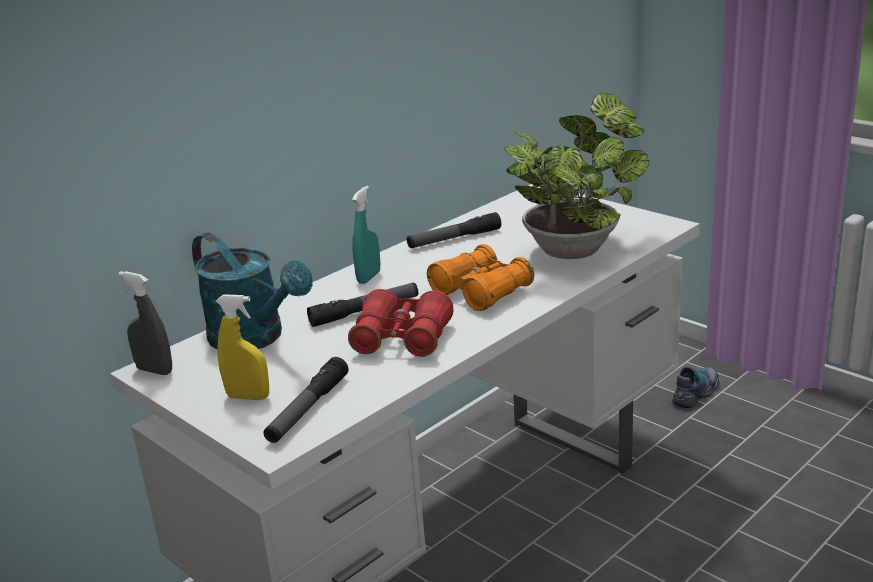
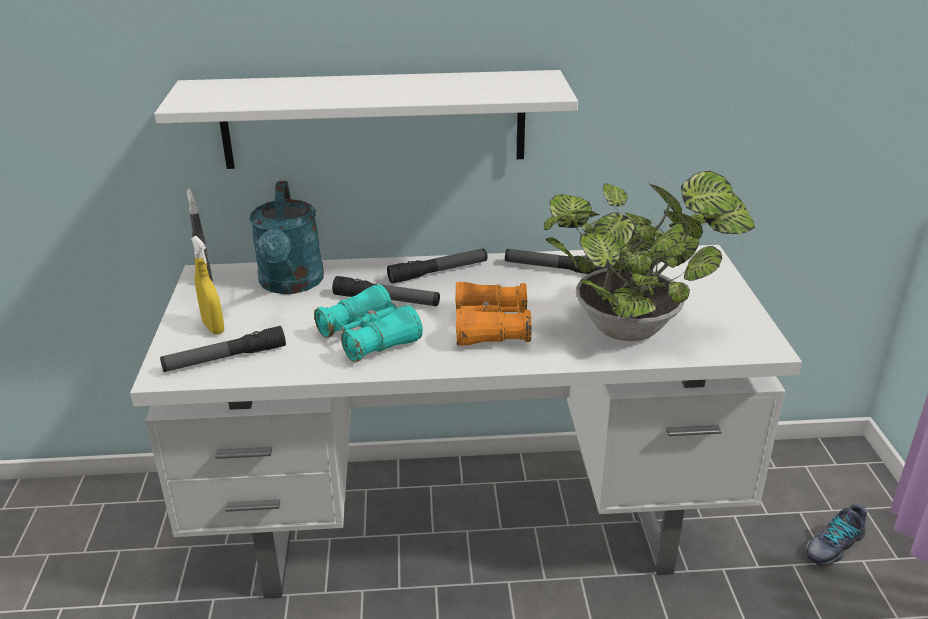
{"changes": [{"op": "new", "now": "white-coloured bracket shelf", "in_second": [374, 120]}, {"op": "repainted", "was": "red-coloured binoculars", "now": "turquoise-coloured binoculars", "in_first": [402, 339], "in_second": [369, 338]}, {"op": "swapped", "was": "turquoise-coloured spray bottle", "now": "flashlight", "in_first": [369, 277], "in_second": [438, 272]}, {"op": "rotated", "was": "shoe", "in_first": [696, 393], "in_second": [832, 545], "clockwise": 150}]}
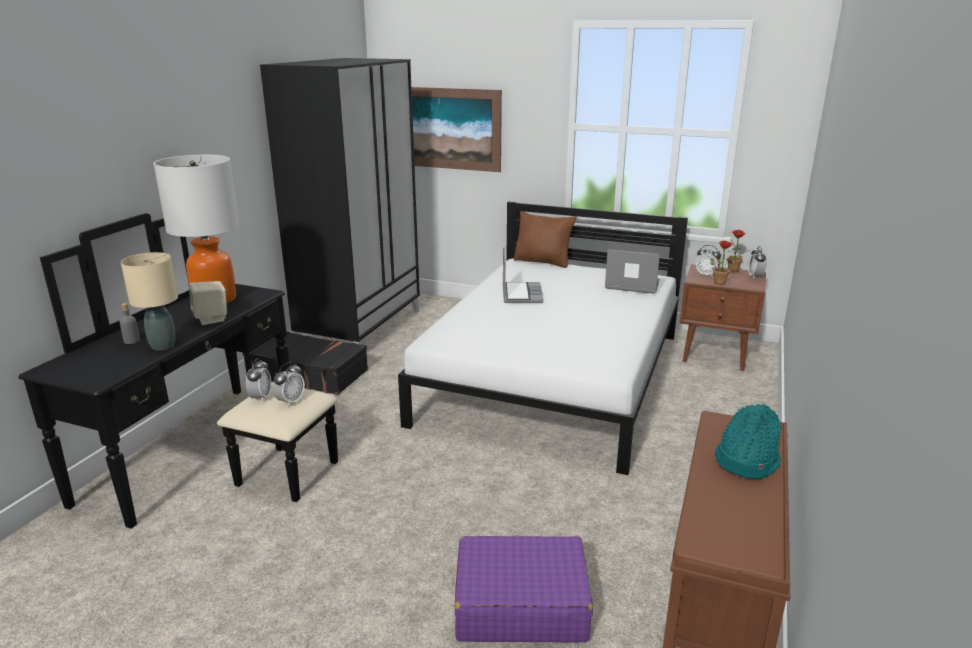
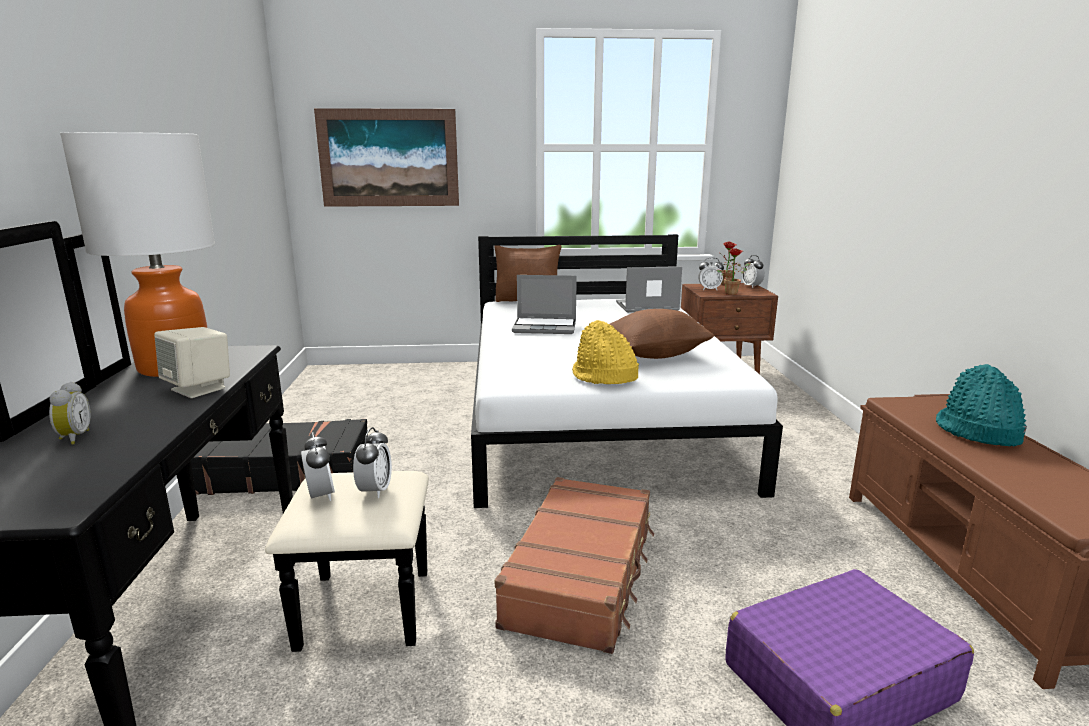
{"changes": [{"op": "swapped", "was": "greyish drink bottle", "now": "bedside clock", "in_first": [132, 341], "in_second": [73, 438]}, {"op": "new", "now": "brown suitcase", "in_second": [582, 575]}, {"op": "rotated", "was": "laptop", "in_first": [521, 293], "in_second": [545, 327], "clockwise": 120}, {"op": "new", "now": "yellow clothing hat", "in_second": [603, 376]}, {"op": "new", "now": "brown pillow", "in_second": [654, 355]}, {"op": "gone", "was": "sand-coloured lamp for a table", "in_first": [163, 345]}, {"op": "gone", "was": "blackish clothes cupboard", "in_first": [360, 328]}]}
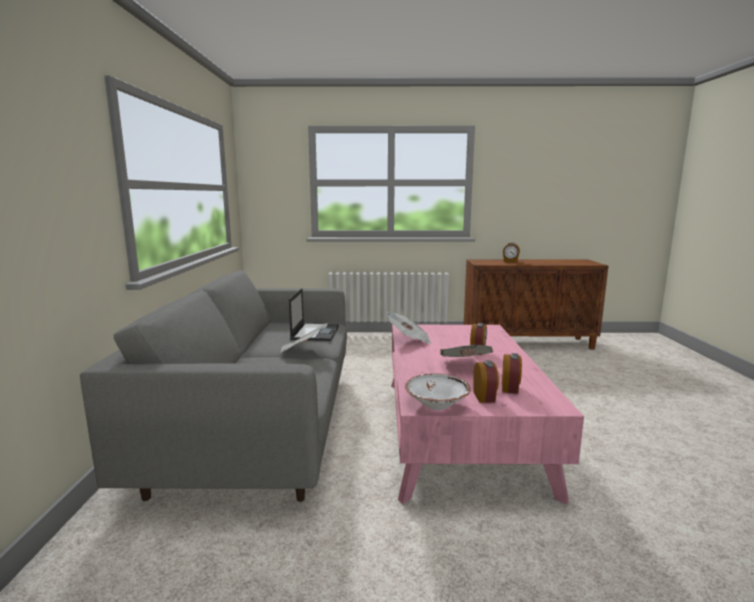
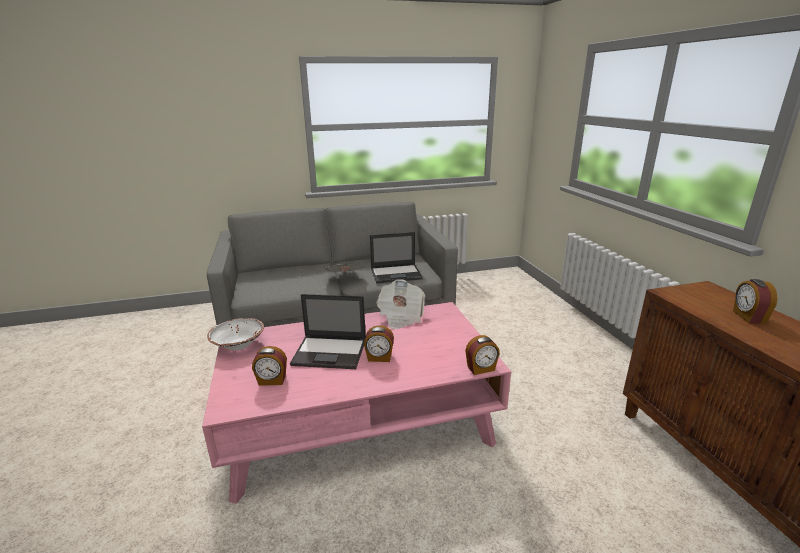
{"changes": [{"op": "swapped", "was": "printed paper", "now": "laptop", "in_first": [465, 366], "in_second": [331, 352]}, {"op": "shifted", "was": "bedside clock", "in_first": [484, 397], "in_second": [481, 369]}]}
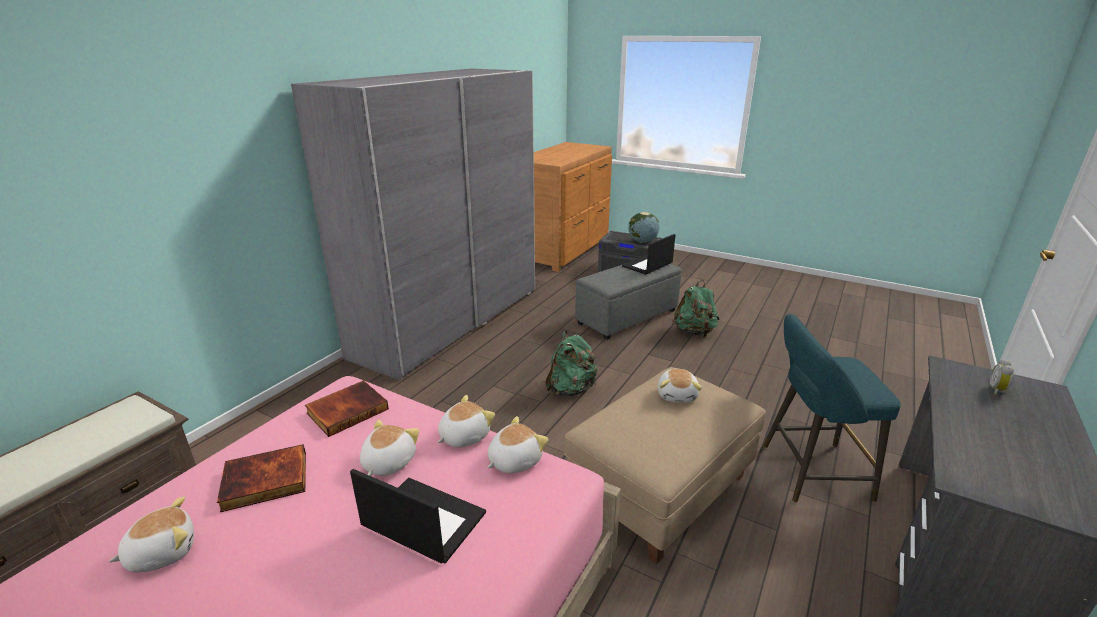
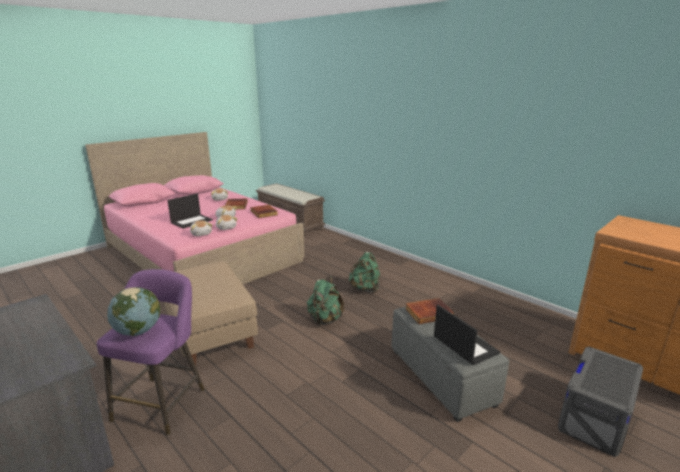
{"changes": [{"op": "repainted", "was": "turquoise-coloured stool", "now": "purplish stool", "in_first": [809, 472], "in_second": [162, 401]}, {"op": "shifted", "was": "globe", "in_first": [642, 242], "in_second": [138, 331]}, {"op": "shifted", "was": "green backpack", "in_first": [694, 332], "in_second": [365, 289]}, {"op": "new", "now": "volume", "in_second": [428, 312]}, {"op": "gone", "was": "greyish clothes cupboard", "in_first": [449, 321]}, {"op": "gone", "was": "cuddly toy", "in_first": [677, 395]}, {"op": "gone", "was": "bedside clock", "in_first": [997, 390]}]}
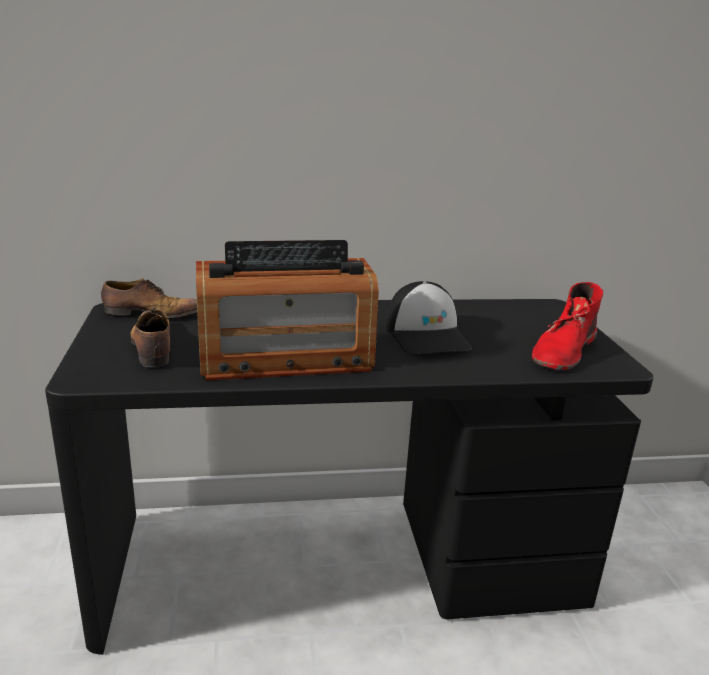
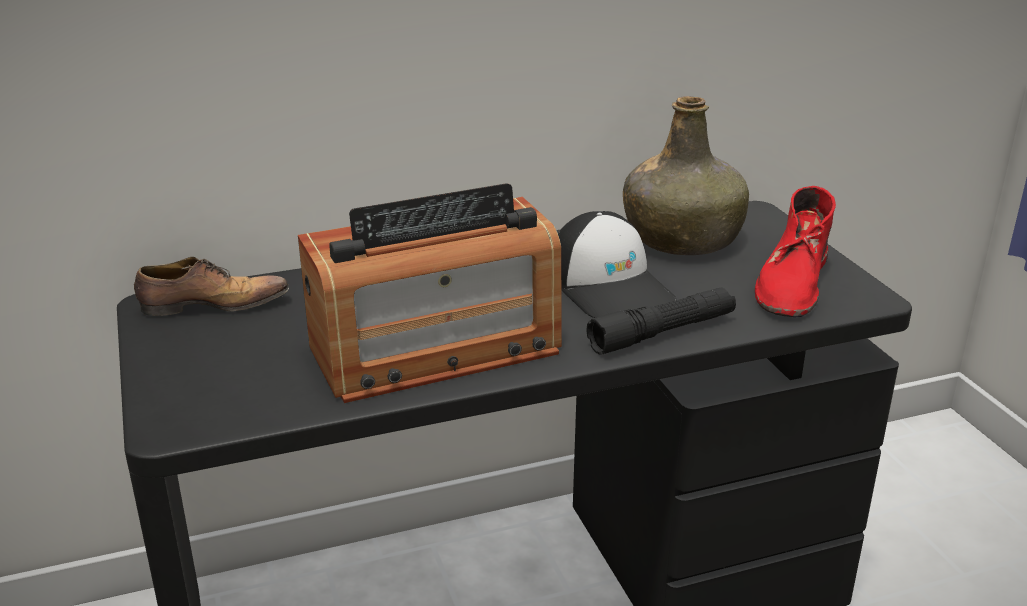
{"changes": [{"op": "new", "now": "blackish flashlight", "in_second": [662, 333]}, {"op": "new", "now": "green drink bottle", "in_second": [682, 239]}, {"op": "gone", "was": "shoe", "in_first": [152, 346]}]}
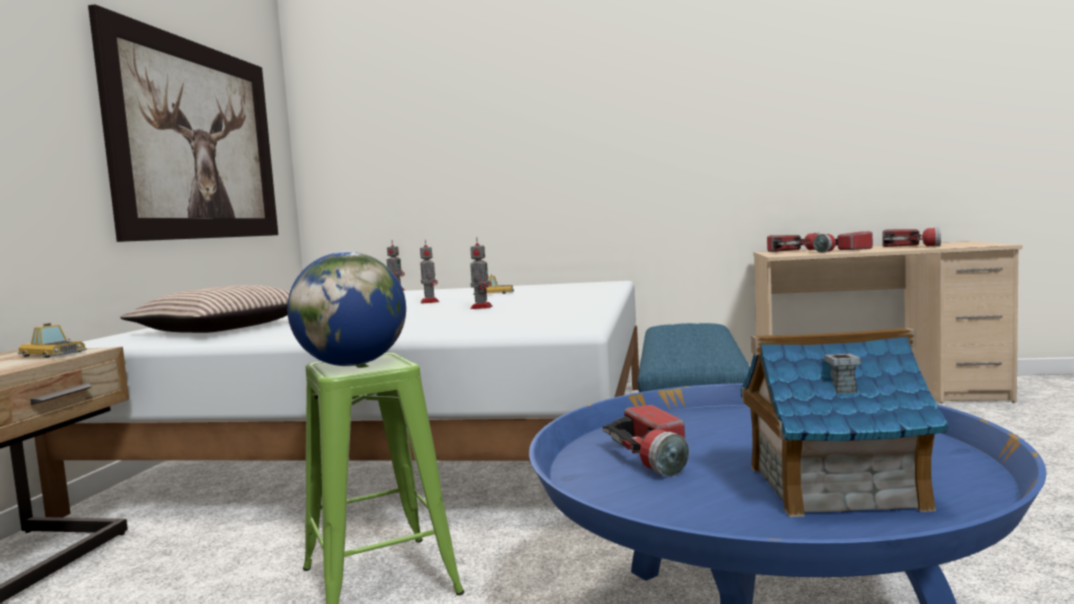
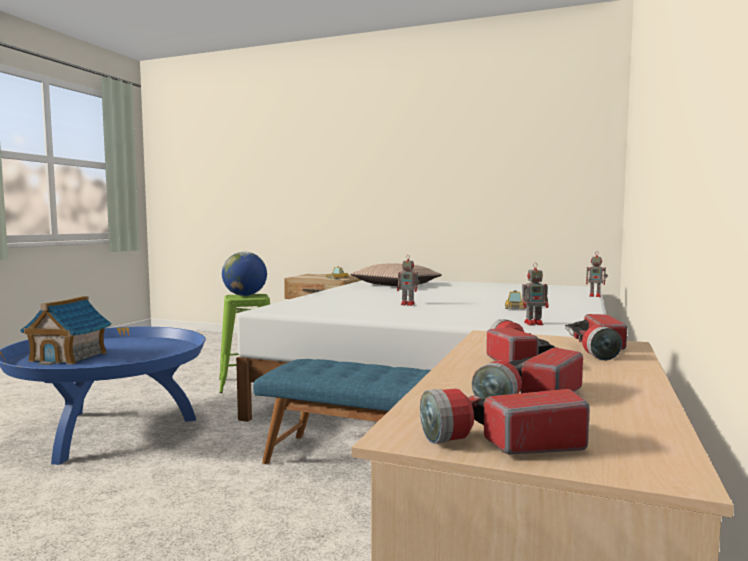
{"changes": [{"op": "shifted", "was": "flashlight", "in_first": [652, 458], "in_second": [501, 442]}, {"op": "shifted", "was": "toy robot", "in_first": [429, 302], "in_second": [534, 323]}, {"op": "gone", "was": "picture", "in_first": [197, 141]}]}
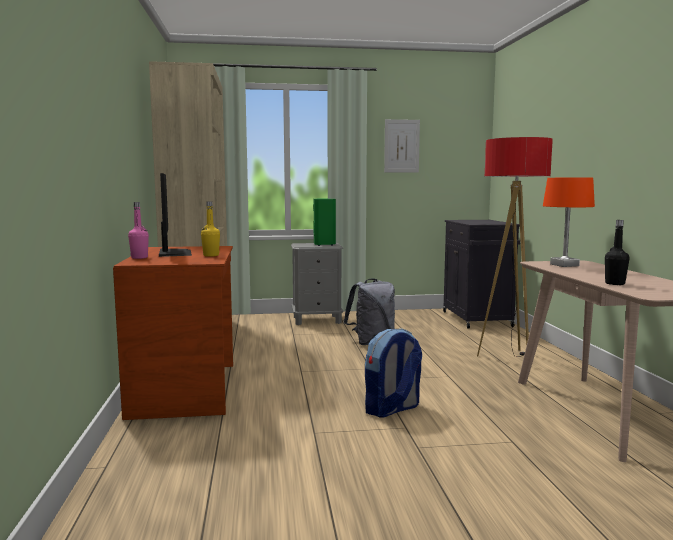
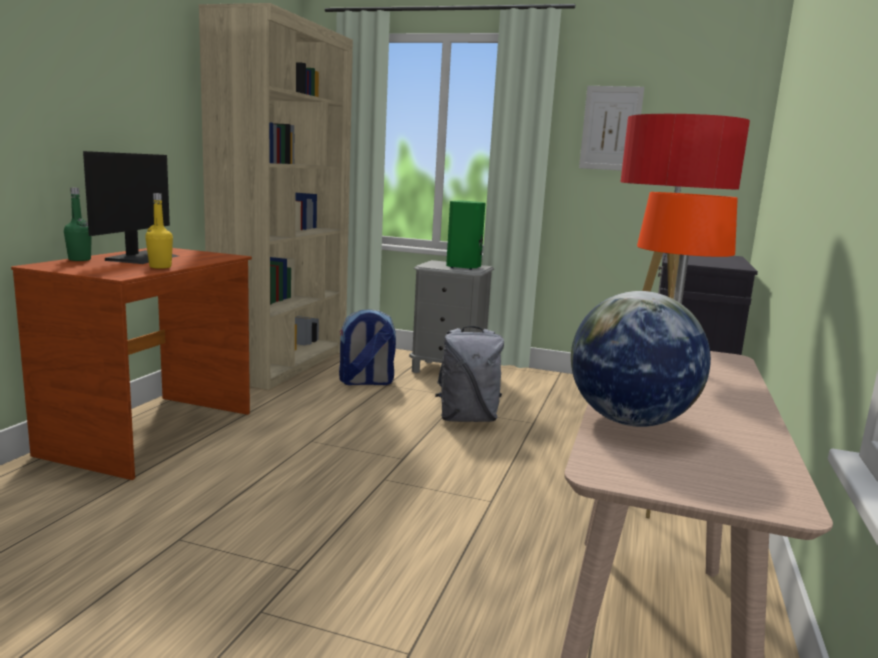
{"changes": [{"op": "repainted", "was": "pink drink bottle", "now": "green drink bottle", "in_first": [139, 257], "in_second": [79, 259]}, {"op": "shifted", "was": "backpack", "in_first": [392, 409], "in_second": [366, 382]}, {"op": "swapped", "was": "blackish drink bottle", "now": "globe", "in_first": [615, 283], "in_second": [629, 421]}]}
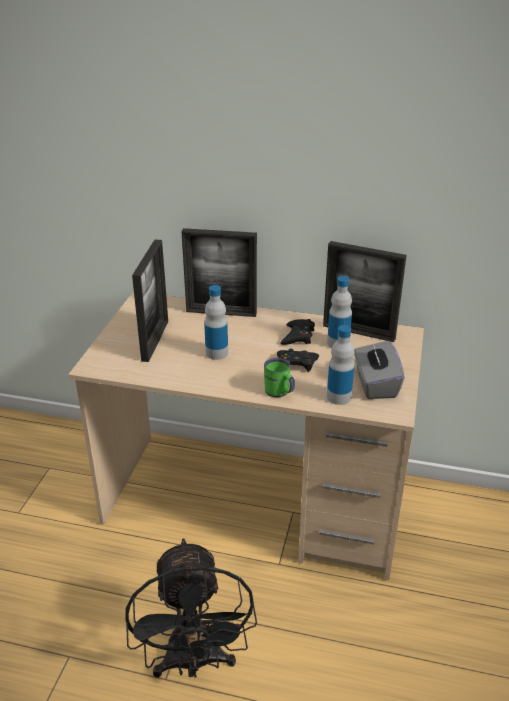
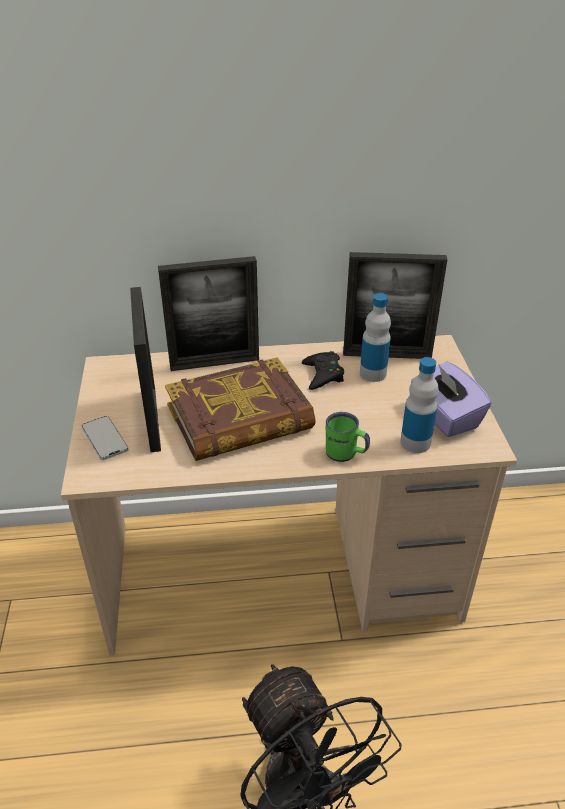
{"changes": [{"op": "new", "now": "telephone", "in_second": [104, 439]}, {"op": "swapped", "was": "drink bottle", "now": "volume", "in_first": [217, 353], "in_second": [240, 418]}, {"op": "repainted", "was": "greyish tissue box", "now": "purplish tissue box", "in_first": [375, 384], "in_second": [444, 417]}, {"op": "gone", "was": "blackish joypad", "in_first": [296, 363]}]}
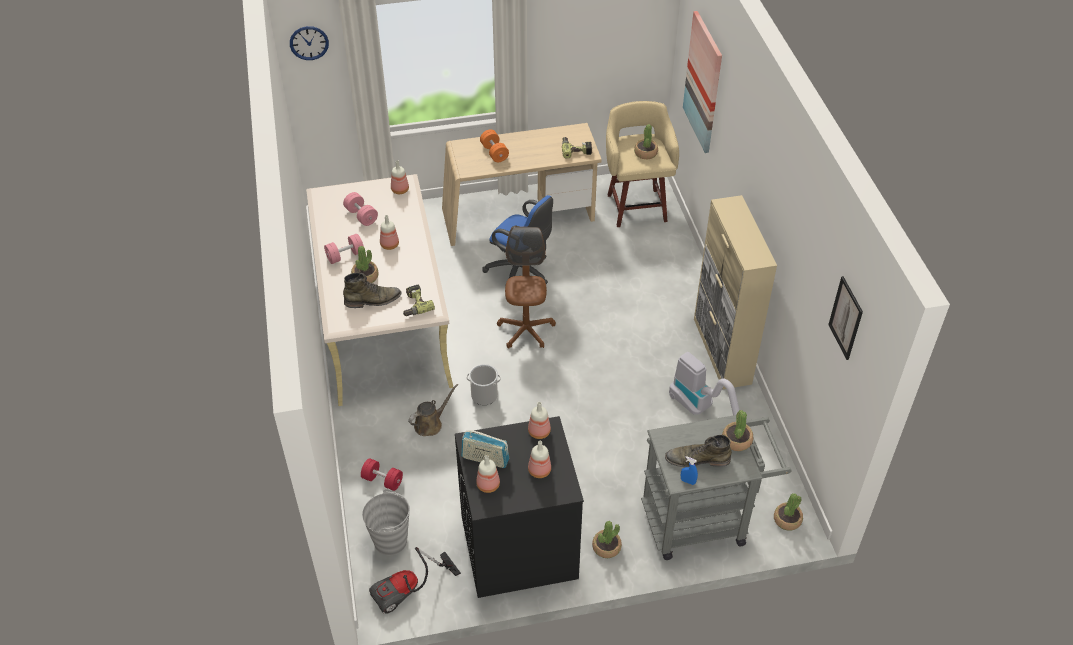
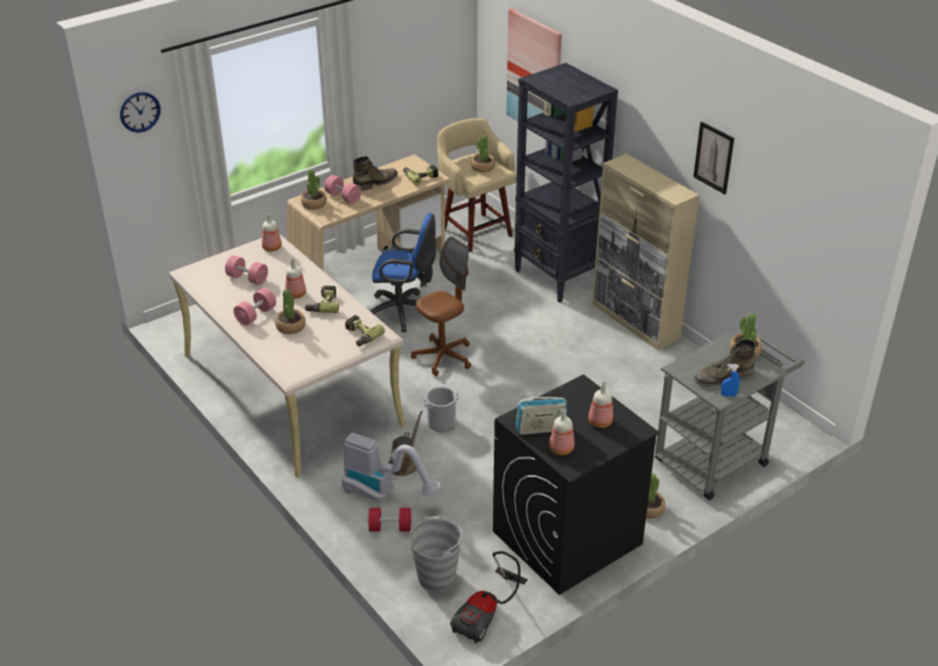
{"changes": [{"op": "shifted", "was": "plant in a pot", "in_first": [787, 520], "in_second": [314, 204]}, {"op": "new", "now": "power drill", "in_second": [323, 304]}, {"op": "repainted", "was": "orange hand weight", "now": "pink hand weight", "in_first": [494, 153], "in_second": [343, 197]}, {"op": "shifted", "was": "vacuum cleaner", "in_first": [702, 409], "in_second": [385, 493]}, {"op": "shifted", "was": "green boot", "in_first": [373, 300], "in_second": [376, 183]}, {"op": "rotated", "was": "brown desk chair", "in_first": [526, 330], "in_second": [443, 357], "clockwise": 75}, {"op": "new", "now": "blackish bookshelf", "in_second": [558, 278]}, {"op": "shifted", "was": "picture", "in_first": [846, 318], "in_second": [713, 157]}, {"op": "gone", "was": "drink bottle", "in_first": [539, 431]}]}
